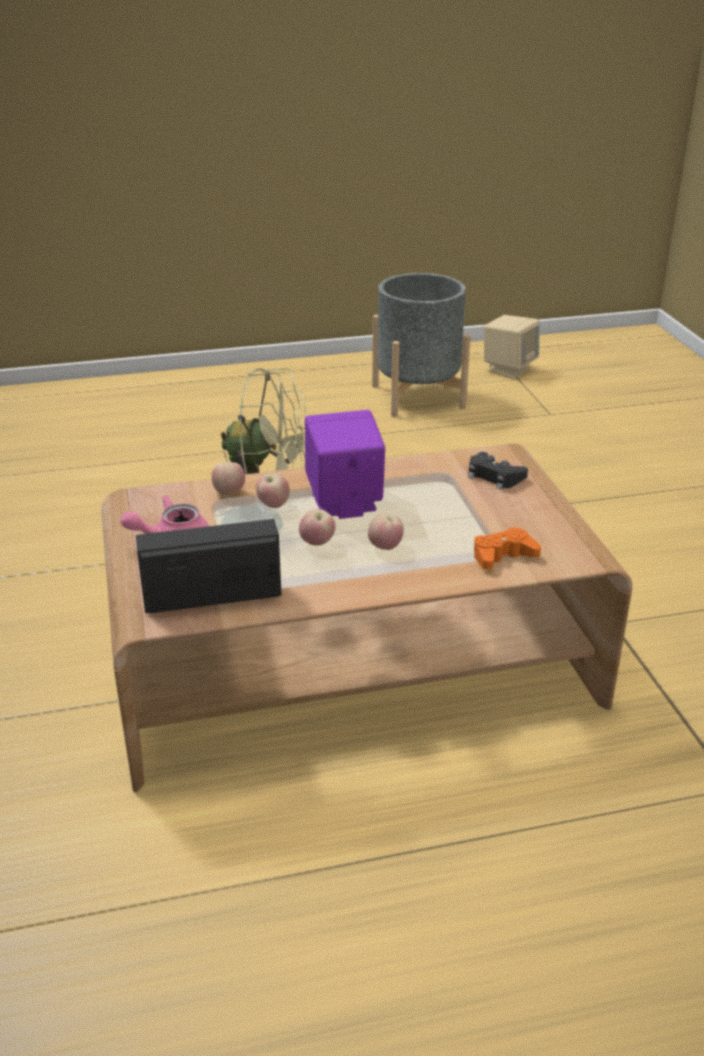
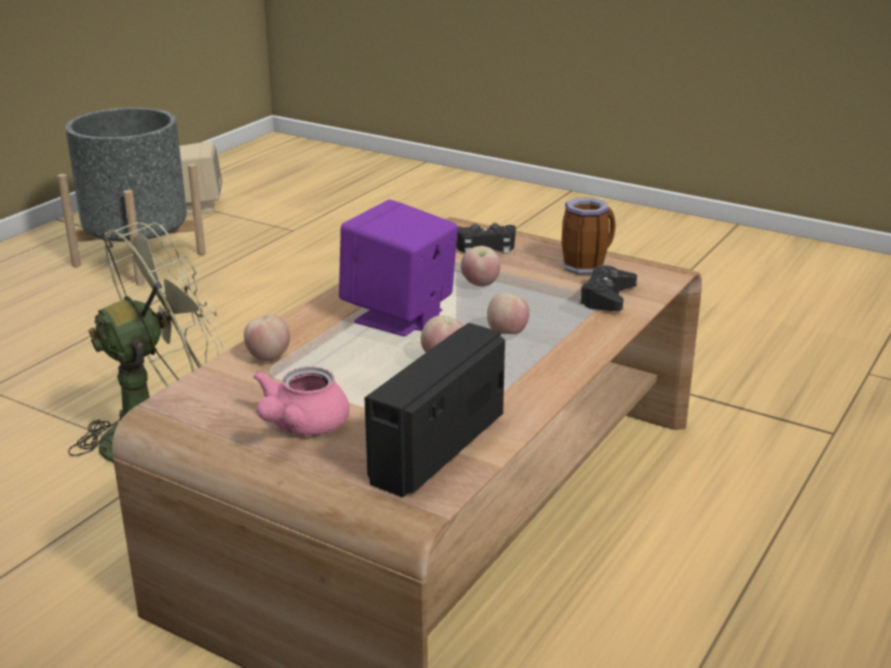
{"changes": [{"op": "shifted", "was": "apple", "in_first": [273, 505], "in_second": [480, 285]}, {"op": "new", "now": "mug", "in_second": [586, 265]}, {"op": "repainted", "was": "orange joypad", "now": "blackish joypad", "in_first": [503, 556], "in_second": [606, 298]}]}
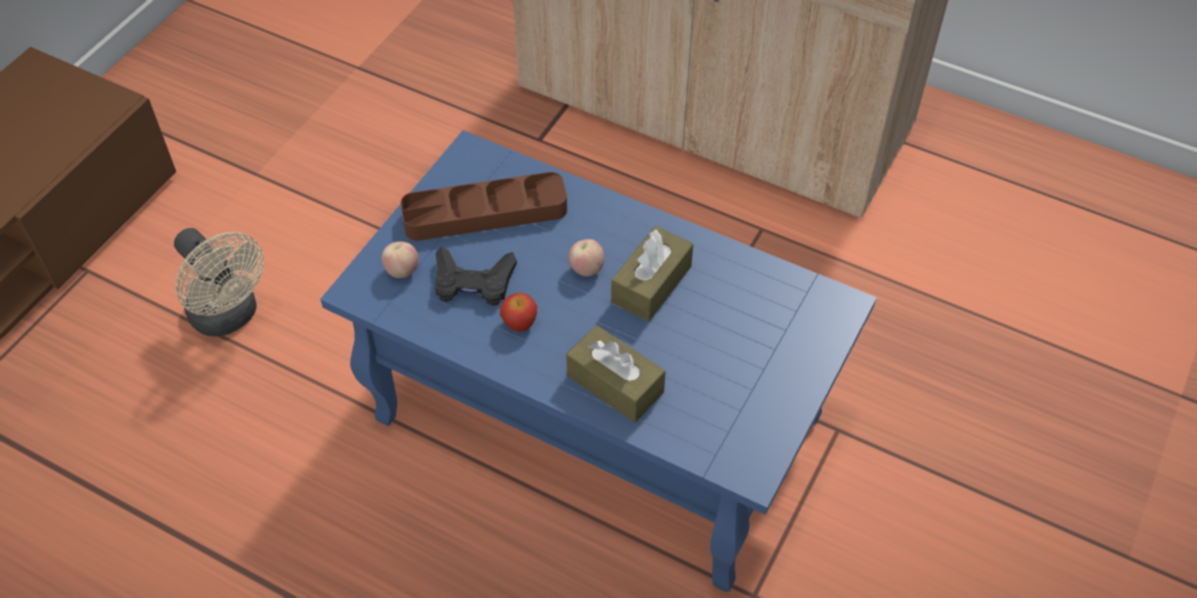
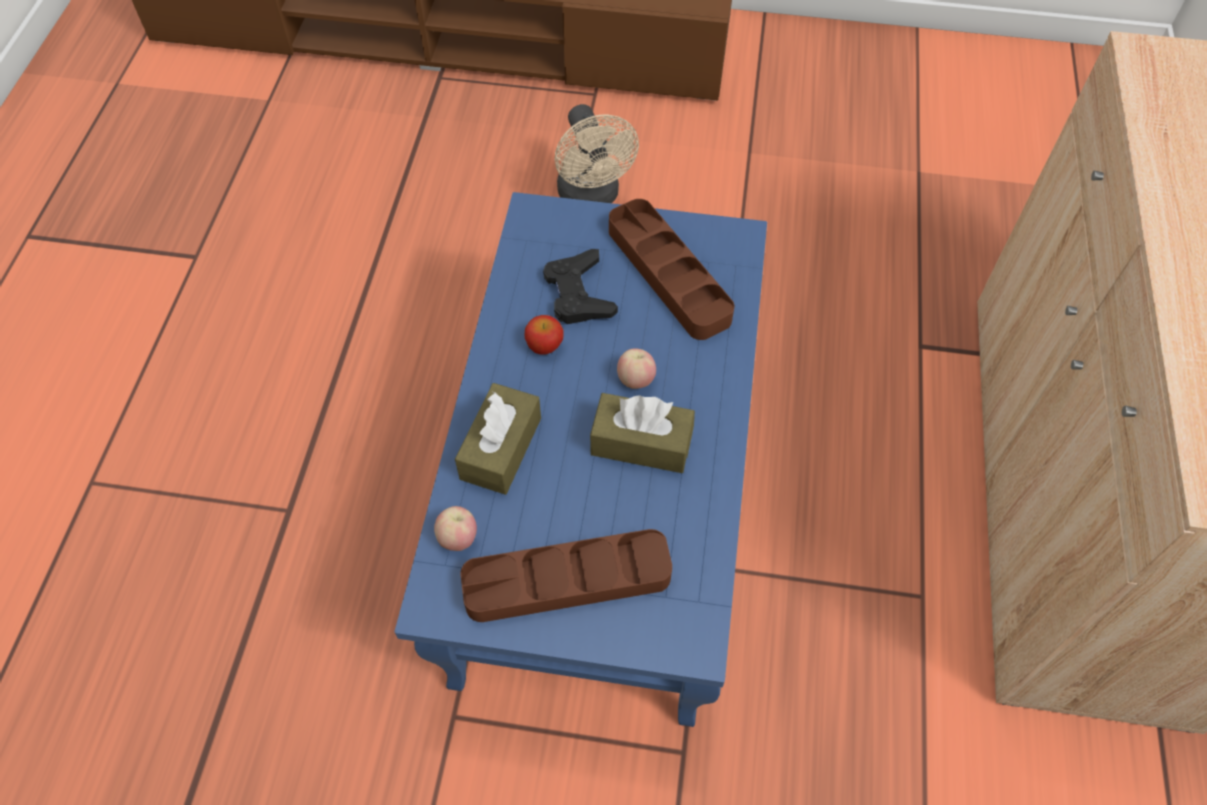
{"changes": [{"op": "shifted", "was": "apple", "in_first": [402, 271], "in_second": [458, 538]}, {"op": "new", "now": "brown serving tray", "in_second": [567, 580]}, {"op": "rotated", "was": "sand-coloured cooling fan", "in_first": [229, 317], "in_second": [592, 197], "clockwise": -45}]}
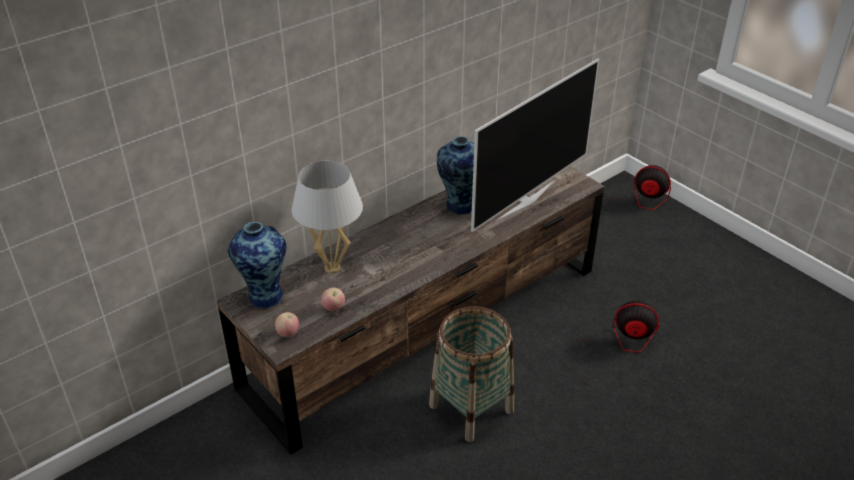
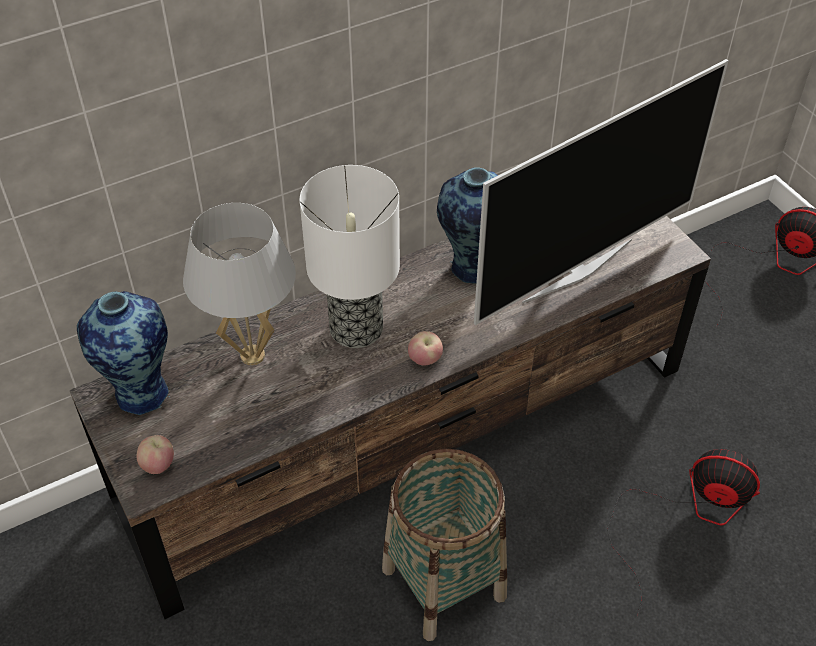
{"changes": [{"op": "new", "now": "lamp for a table", "in_second": [355, 328]}, {"op": "shifted", "was": "apple", "in_first": [333, 308], "in_second": [425, 360]}]}
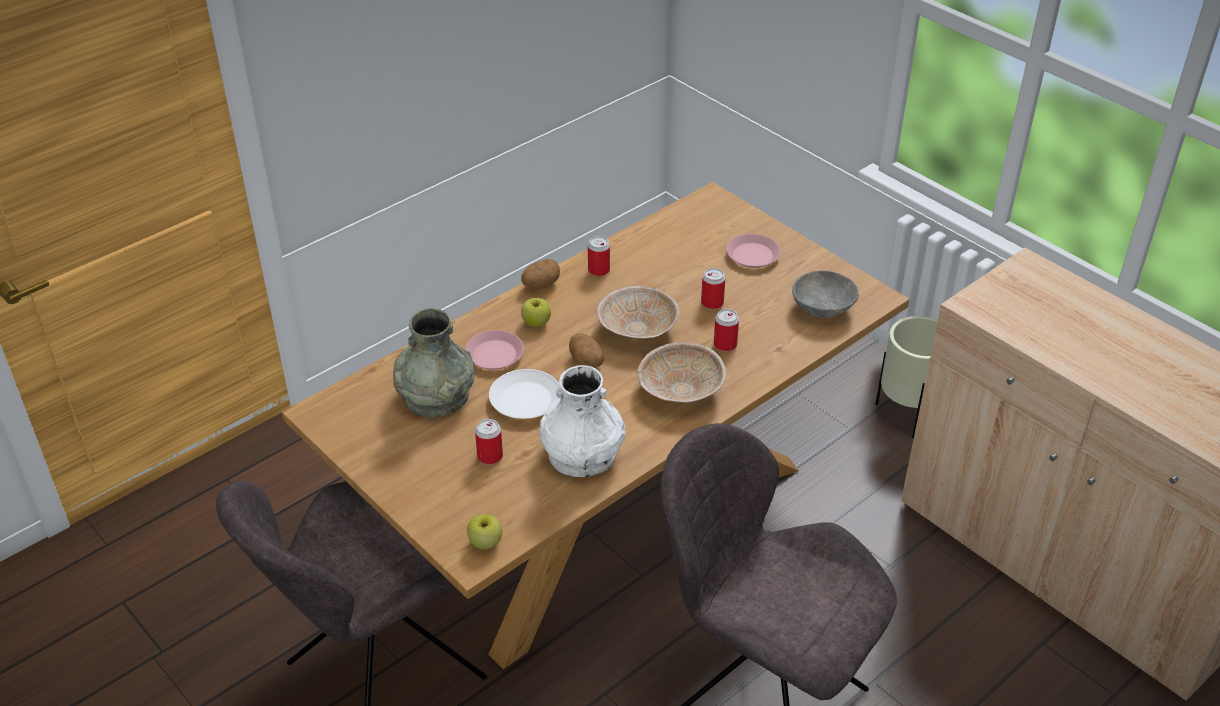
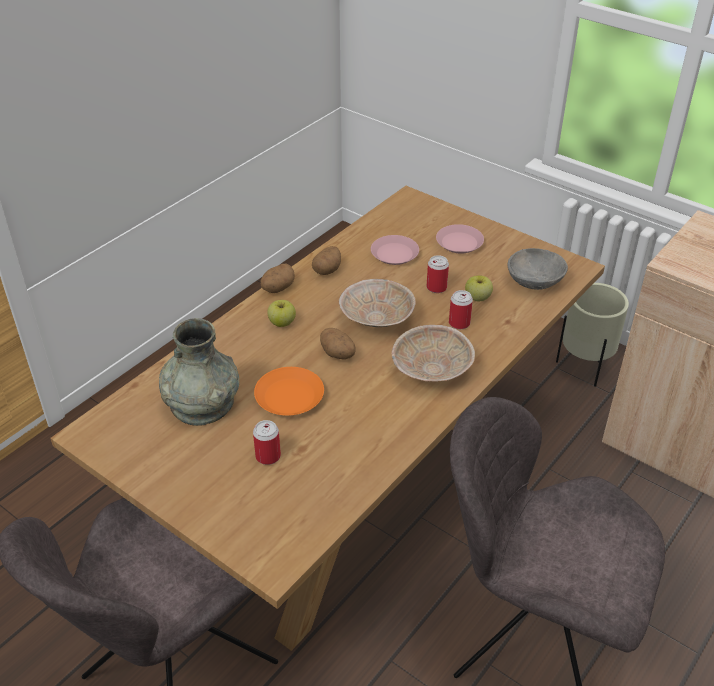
{"changes": [{"op": "repainted", "was": "white-coloured plate", "now": "orange plate", "in_first": [524, 400], "in_second": [288, 397]}, {"op": "swapped", "was": "sealed can", "now": "spud", "in_first": [599, 270], "in_second": [327, 270]}, {"op": "shifted", "was": "pink plate", "in_first": [494, 355], "in_second": [394, 254]}, {"op": "shifted", "was": "apple", "in_first": [485, 542], "in_second": [477, 298]}, {"op": "gone", "was": "white-coloured decorative vase", "in_first": [582, 453]}]}
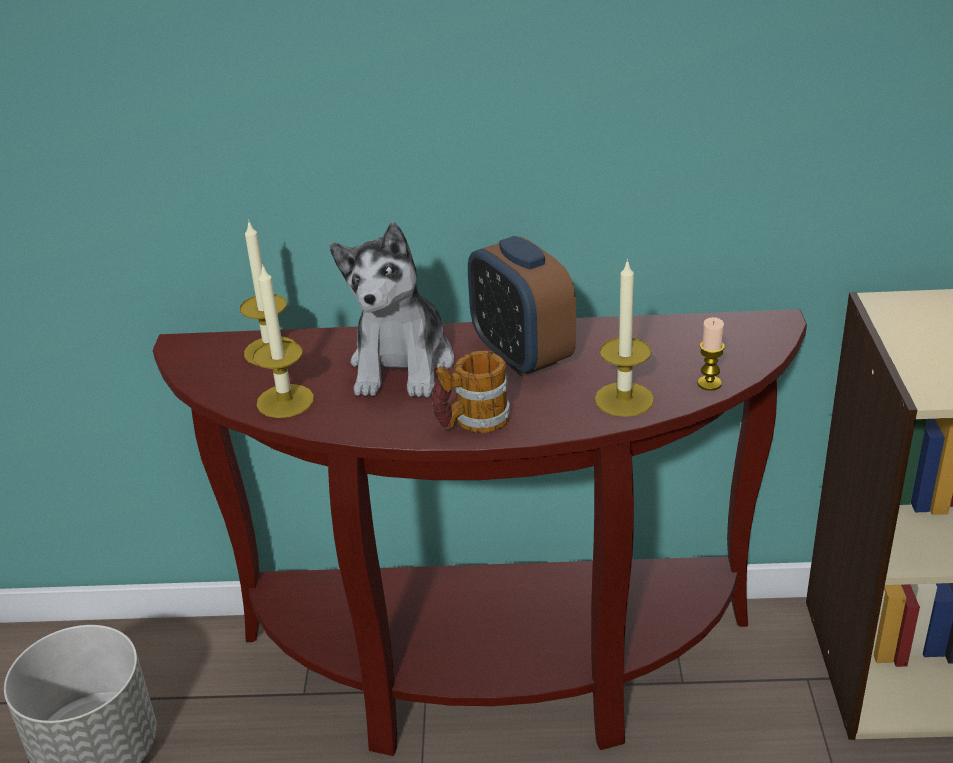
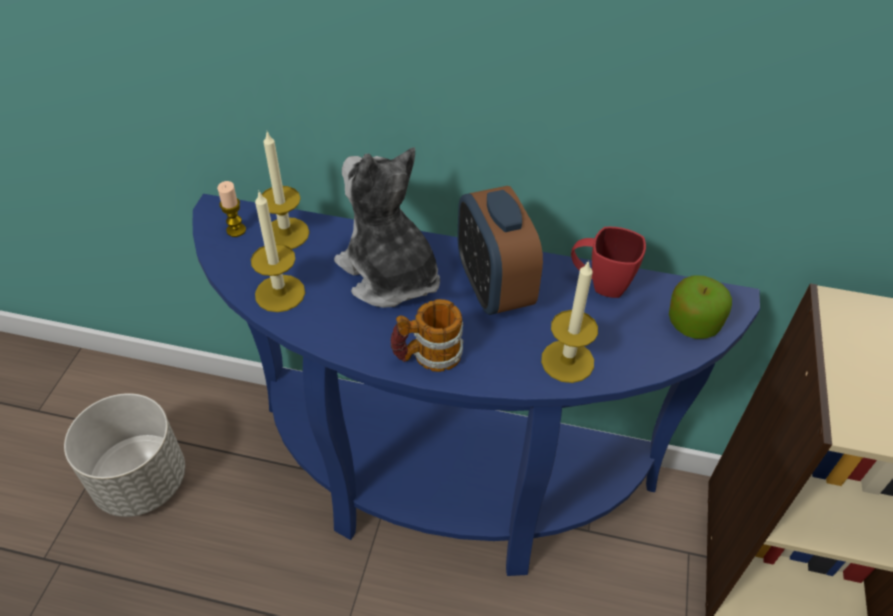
{"changes": [{"op": "repainted", "was": "brown hall table", "now": "blue hall table", "in_first": [494, 674], "in_second": [445, 486]}, {"op": "shifted", "was": "candle", "in_first": [709, 383], "in_second": [236, 230]}, {"op": "rotated", "was": "cuddly toy", "in_first": [402, 365], "in_second": [389, 275], "clockwise": 120}, {"op": "new", "now": "red-coloured mug", "in_second": [600, 284]}, {"op": "new", "now": "apple", "in_second": [693, 323]}]}
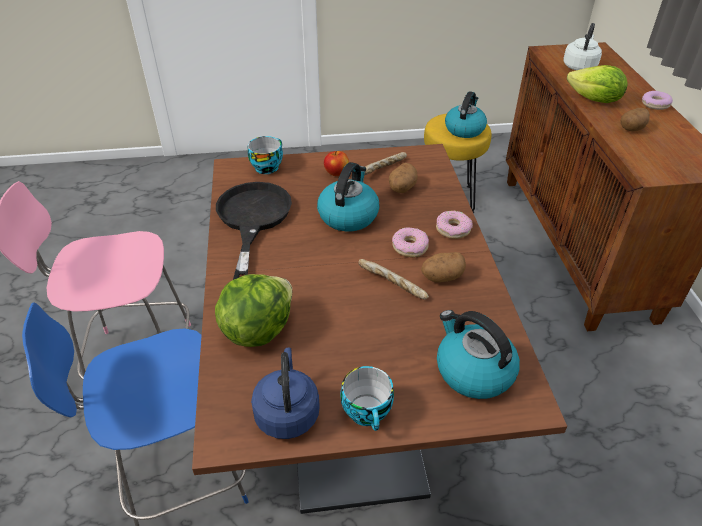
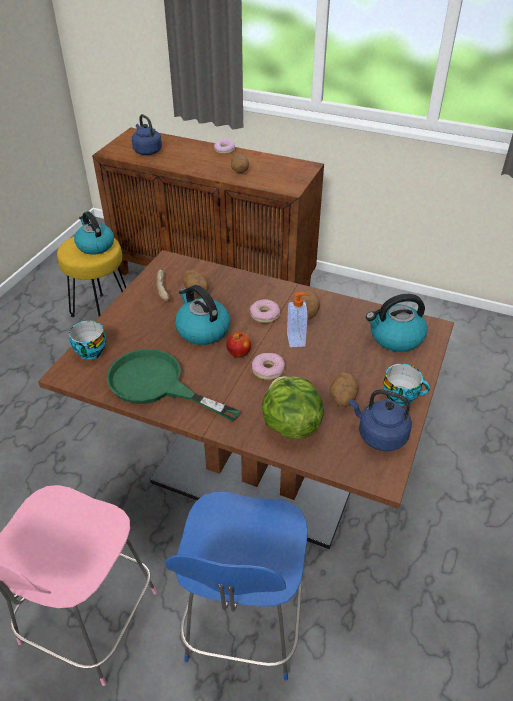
{"changes": [{"op": "repainted", "was": "blackish pan", "now": "green pan", "in_first": [252, 220], "in_second": [157, 385]}, {"op": "repainted", "was": "white-coloured water kettle", "now": "blue water kettle", "in_first": [579, 66], "in_second": [147, 150]}, {"op": "shifted", "was": "apple", "in_first": [336, 173], "in_second": [239, 353]}, {"op": "shifted", "was": "donut", "in_first": [453, 229], "in_second": [268, 370]}, {"op": "swapped", "was": "baked bread", "now": "soap bottle", "in_first": [392, 285], "in_second": [296, 339]}, {"op": "new", "now": "spud", "in_second": [342, 399]}, {"op": "gone", "was": "lettuce head", "in_first": [594, 100]}]}
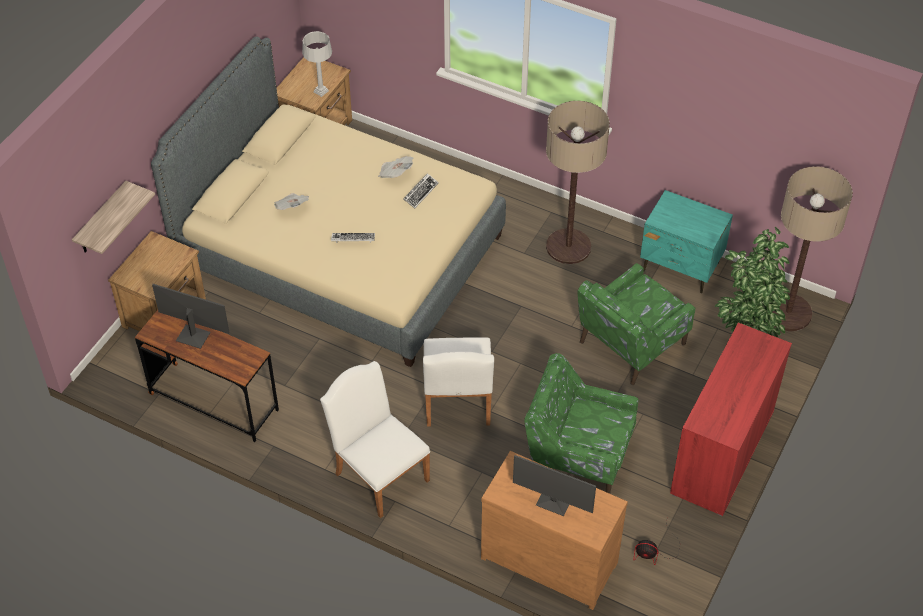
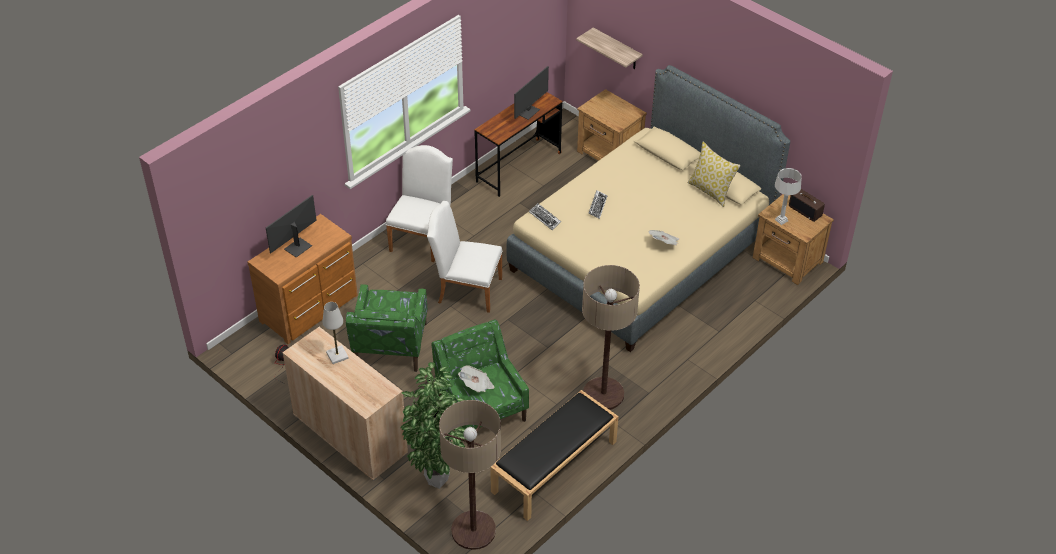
{"changes": [{"op": "repainted", "was": "red-coloured cabinet", "now": "sand-coloured cabinet", "in_first": [722, 452], "in_second": [350, 434]}, {"op": "new", "now": "white-coloured lamp for a table", "in_second": [337, 355]}, {"op": "rotated", "was": "green lounge chair", "in_first": [578, 453], "in_second": [390, 346], "clockwise": 150}, {"op": "rotated", "was": "white-coloured chair", "in_first": [378, 473], "in_second": [422, 236], "clockwise": -45}, {"op": "shifted", "was": "printed paper", "in_first": [292, 208], "in_second": [476, 385]}, {"op": "swapped", "was": "turquoise-coloured night table", "now": "blackish long seat", "in_first": [681, 267], "in_second": [554, 467]}, {"op": "shifted", "was": "keyboard", "in_first": [420, 193], "in_second": [545, 218]}, {"op": "new", "now": "pillow", "in_second": [711, 191]}, {"op": "new", "now": "radio receiver", "in_second": [805, 211]}]}
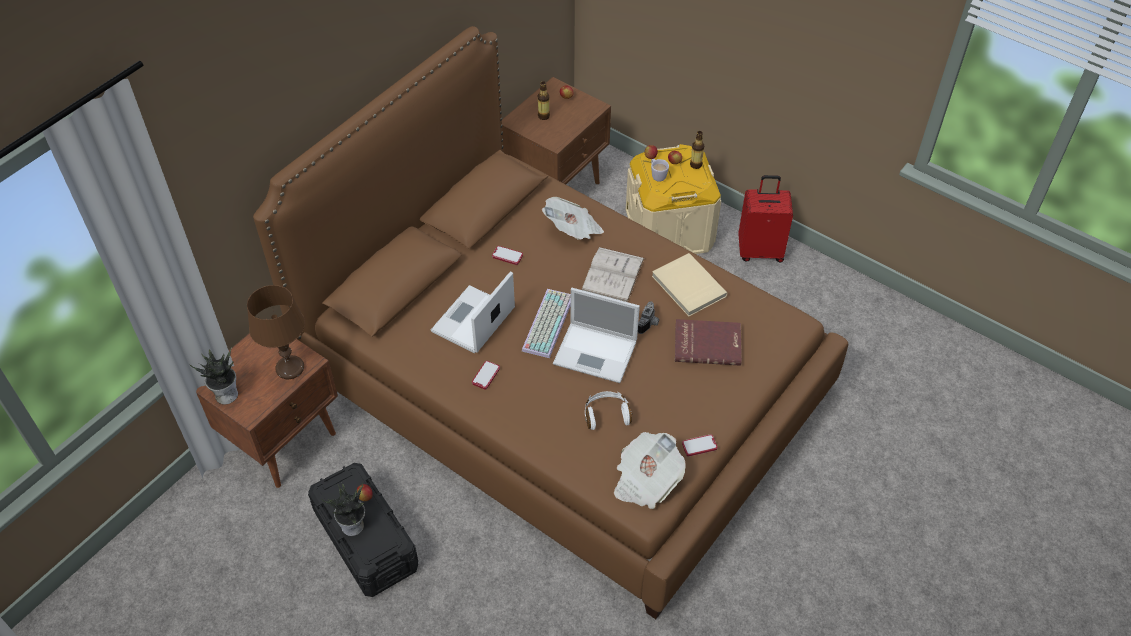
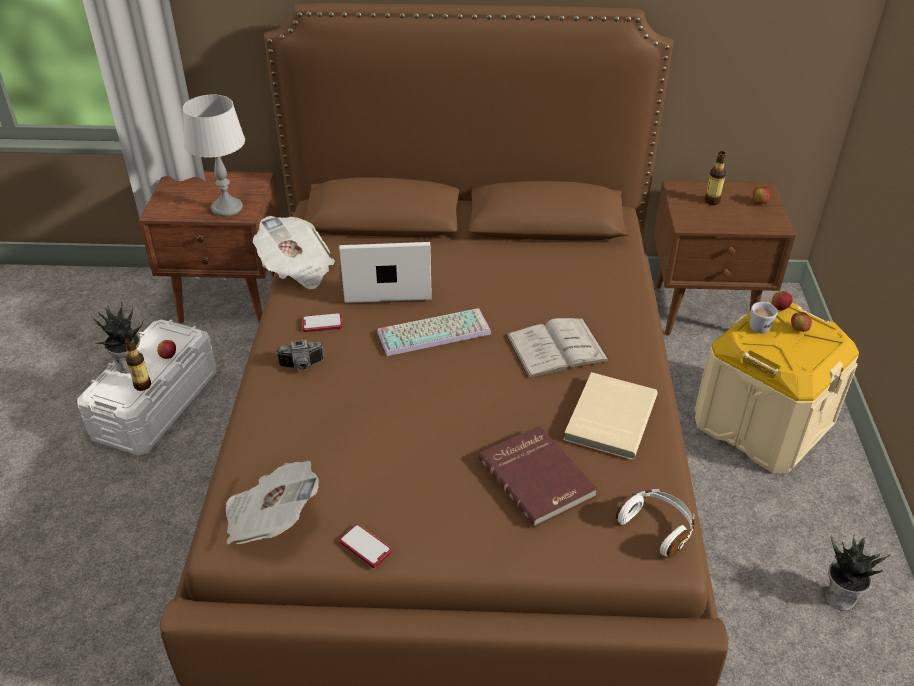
{"changes": [{"op": "repainted", "was": "blackish storage container", "now": "white-coloured storage container", "in_first": [366, 540], "in_second": [157, 404]}, {"op": "shifted", "was": "drink bottle", "in_first": [696, 165], "in_second": [142, 385]}, {"op": "repainted", "was": "brown lamp for a table", "now": "greyish lamp for a table", "in_first": [289, 368], "in_second": [227, 208]}, {"op": "shifted", "was": "printed paper", "in_first": [573, 230], "in_second": [296, 269]}, {"op": "shifted", "was": "photo camera", "in_first": [649, 323], "in_second": [302, 366]}, {"op": "shifted", "was": "white-coloured headphones", "in_first": [606, 414], "in_second": [657, 527]}, {"op": "shifted", "was": "plant in a pot", "in_first": [226, 394], "in_second": [840, 596]}, {"op": "gone", "was": "telephone", "in_first": [507, 256]}, {"op": "gone", "was": "laptop", "in_first": [597, 352]}, {"op": "gone", "was": "red-coloured suitcase", "in_first": [760, 250]}]}
